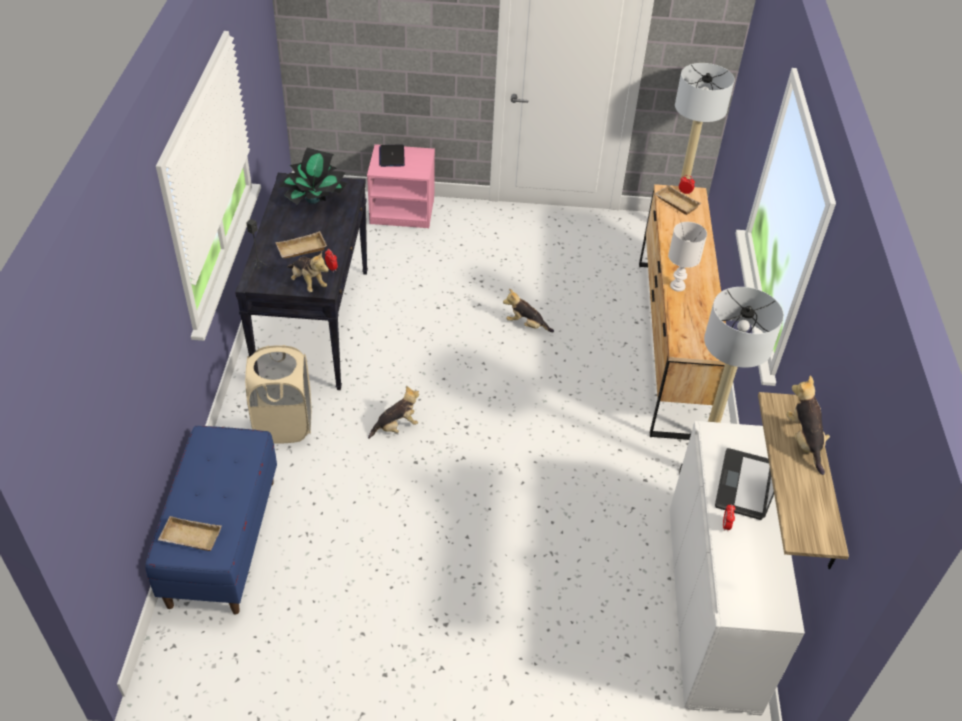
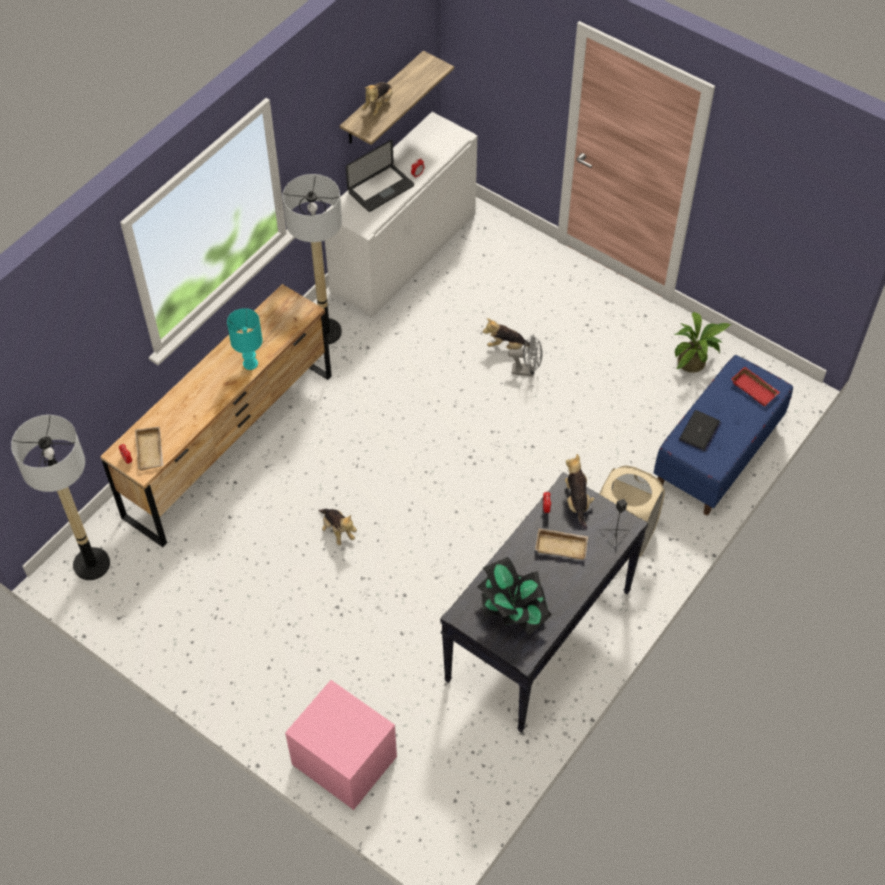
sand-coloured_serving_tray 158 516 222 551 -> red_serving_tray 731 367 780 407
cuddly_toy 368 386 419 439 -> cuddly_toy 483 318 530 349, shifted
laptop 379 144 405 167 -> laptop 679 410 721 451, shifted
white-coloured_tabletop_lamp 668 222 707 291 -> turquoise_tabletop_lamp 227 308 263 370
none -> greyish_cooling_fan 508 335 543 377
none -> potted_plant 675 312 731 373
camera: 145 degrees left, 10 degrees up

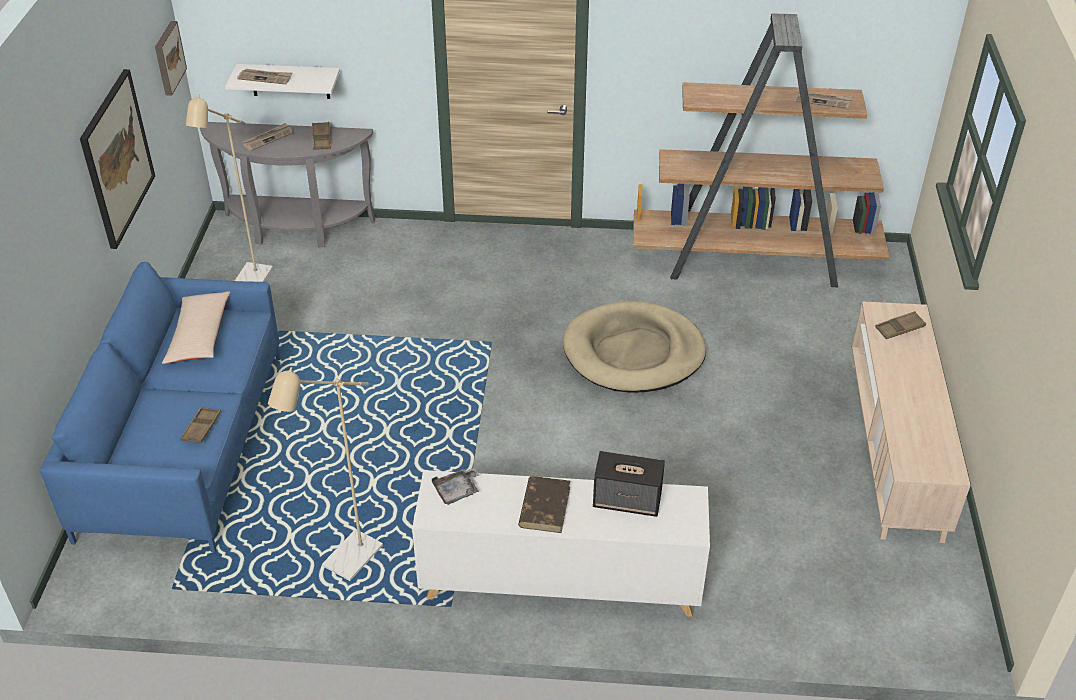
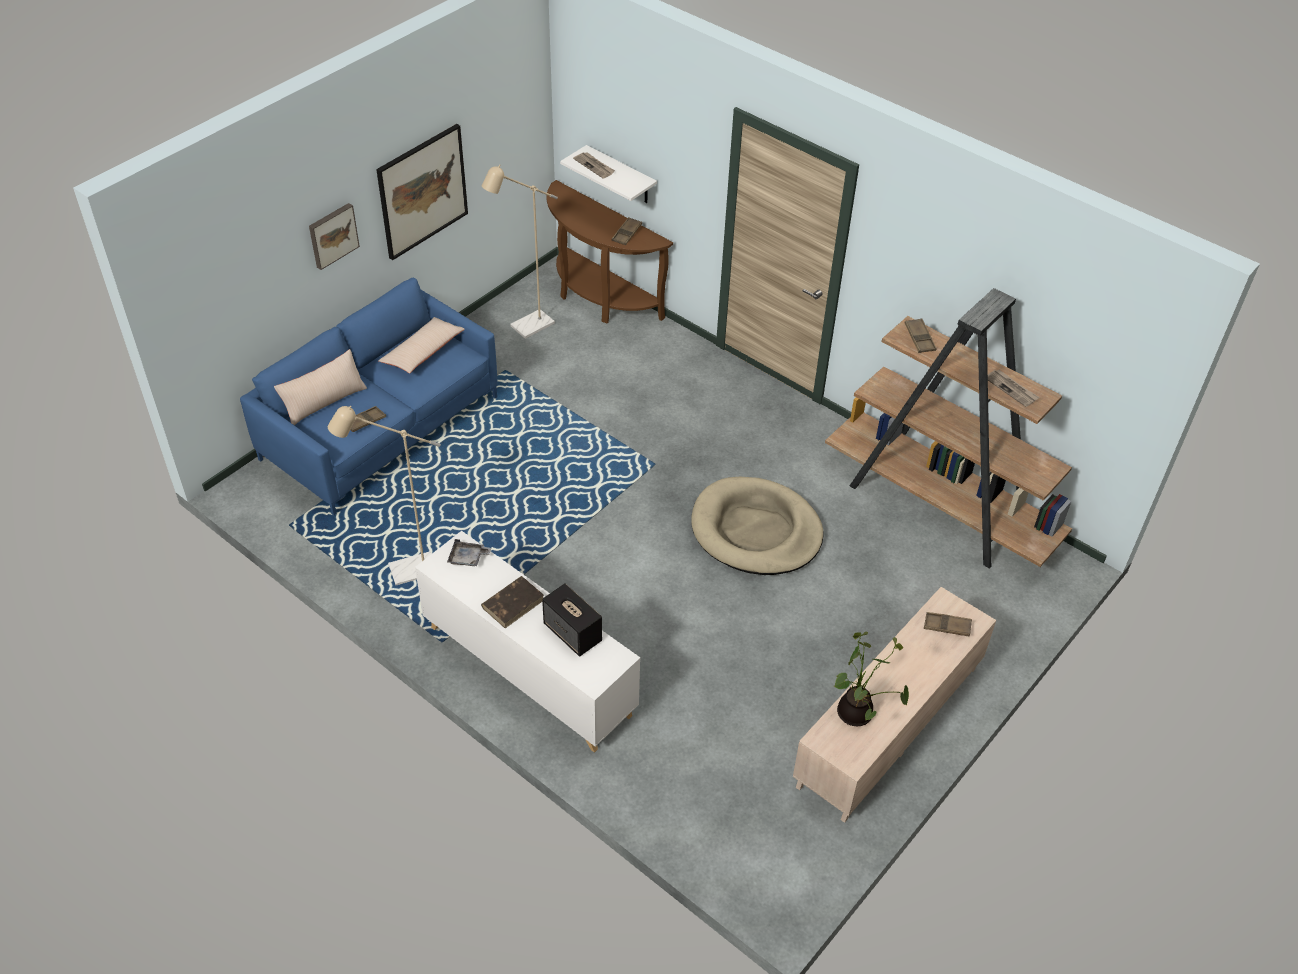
wall_picture 155 21 187 96 -> wall_picture 309 203 360 270, shifted
greyish_narrow_table 200 122 375 248 -> brown_narrow_table 547 180 673 324
printed_paper 243 123 293 151 -> none
none -> sand-coloured_throw_pillow 274 349 367 425
none -> potted_plant 833 632 909 726
none -> brown_serving_tray 905 318 937 353
camera: 35 degrees right, 5 degrees up

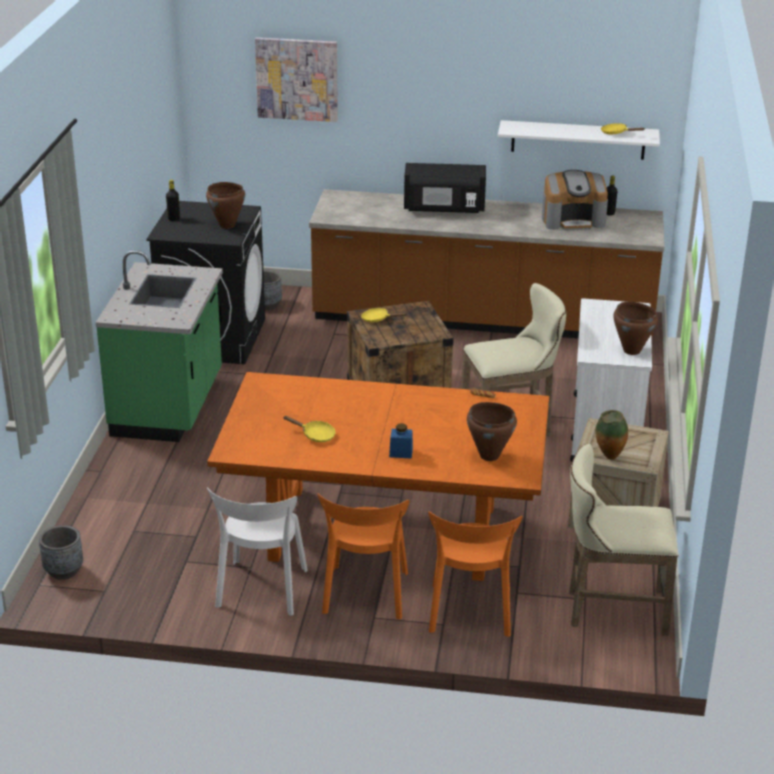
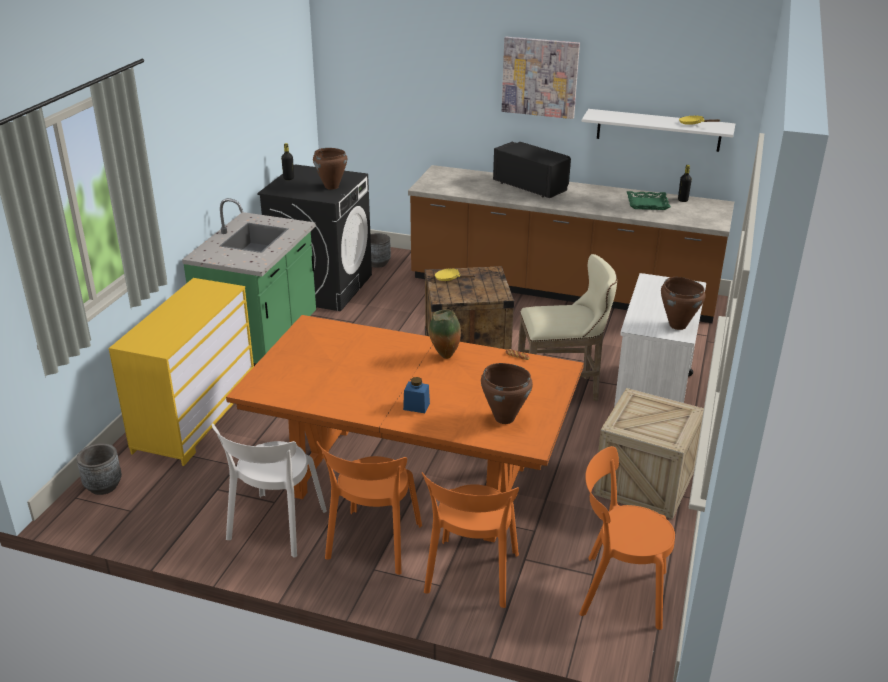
wall_picture 255 37 338 122 -> wall_picture 502 37 580 119, shifted
yellowish_skillet 284 416 336 442 -> none
black-coloured_kitchen_microwave 404 163 486 213 -> black-coloured_kitchen_microwave 493 142 571 198, 150 degrees counterclockwise
coffee_maker 542 170 608 230 -> green_serving_tray 627 191 671 210
sand-coloured_stool_seat 569 444 679 636 -> orangey_plain_chair 579 446 675 630
flower_vase 595 410 628 460 -> flower_vase 429 309 461 359, shifted
none -> yellowish_dresser 109 278 254 466
camera: 10 degrees right, 0 degrees up

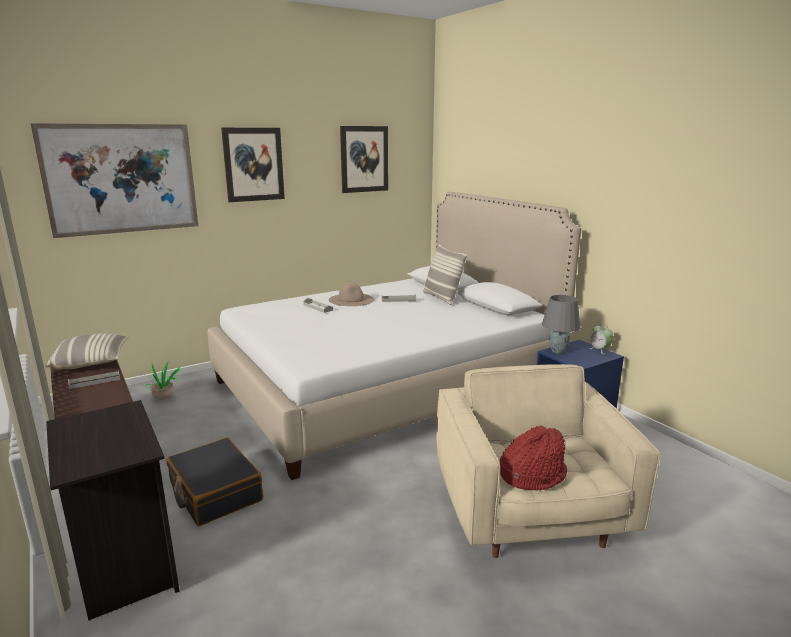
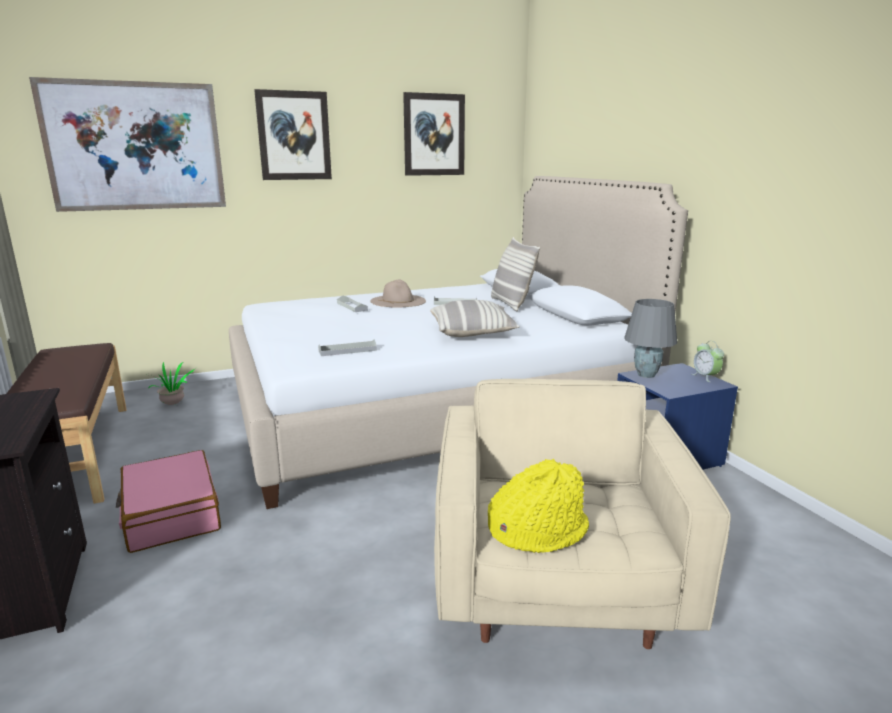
throw_pillow 45 333 129 369 -> throw_pillow 430 300 520 337, shifted
greyish_serving_tray 68 370 120 389 -> greyish_serving_tray 318 339 377 356, shifted
black-coloured_suitcase 166 438 263 526 -> pink-coloured_suitcase 116 450 221 553
red_hat 499 425 567 491 -> yellowish_hat 488 459 589 553
camera: 10 degrees right, 0 degrees up

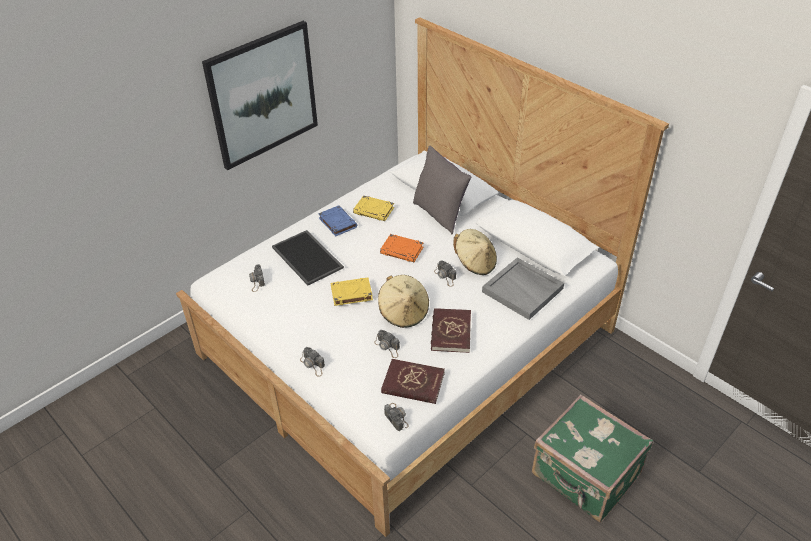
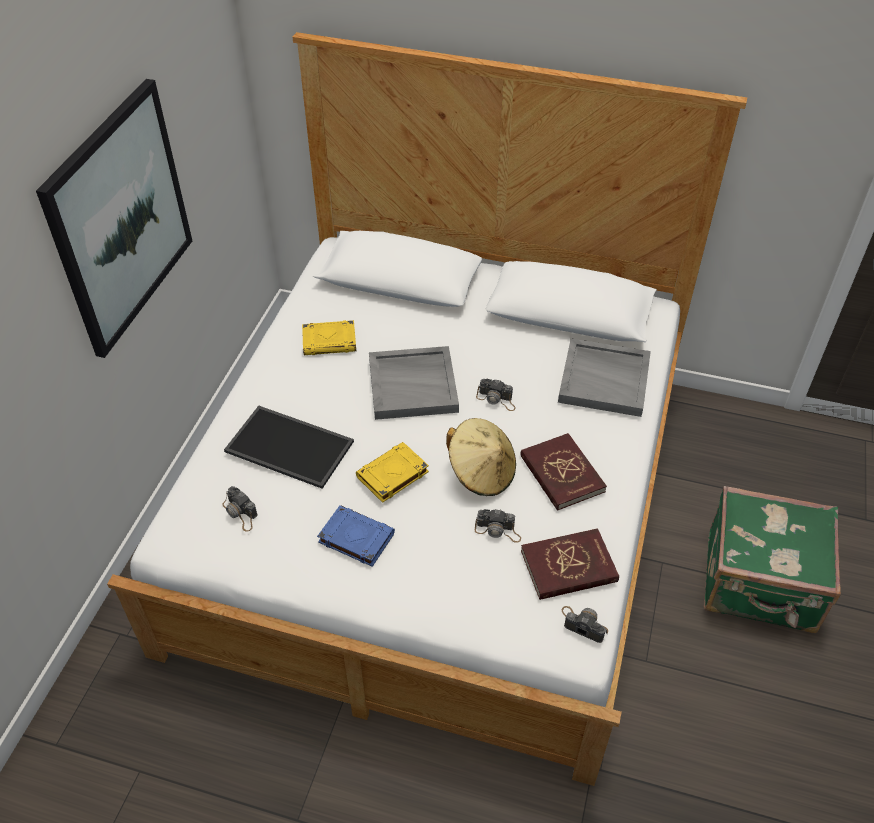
still_camera 300 347 325 377 -> none
blue-coloured_book 318 205 357 236 -> blue-coloured_book 317 505 395 567, shifted
orangey_book 380 234 424 262 -> greyish_serving_tray 369 346 459 420
greyish_throw_pillow 413 146 472 234 -> none
sand-coloured_hat 453 229 497 275 -> none
camera: 30 degrees left, 5 degrees up

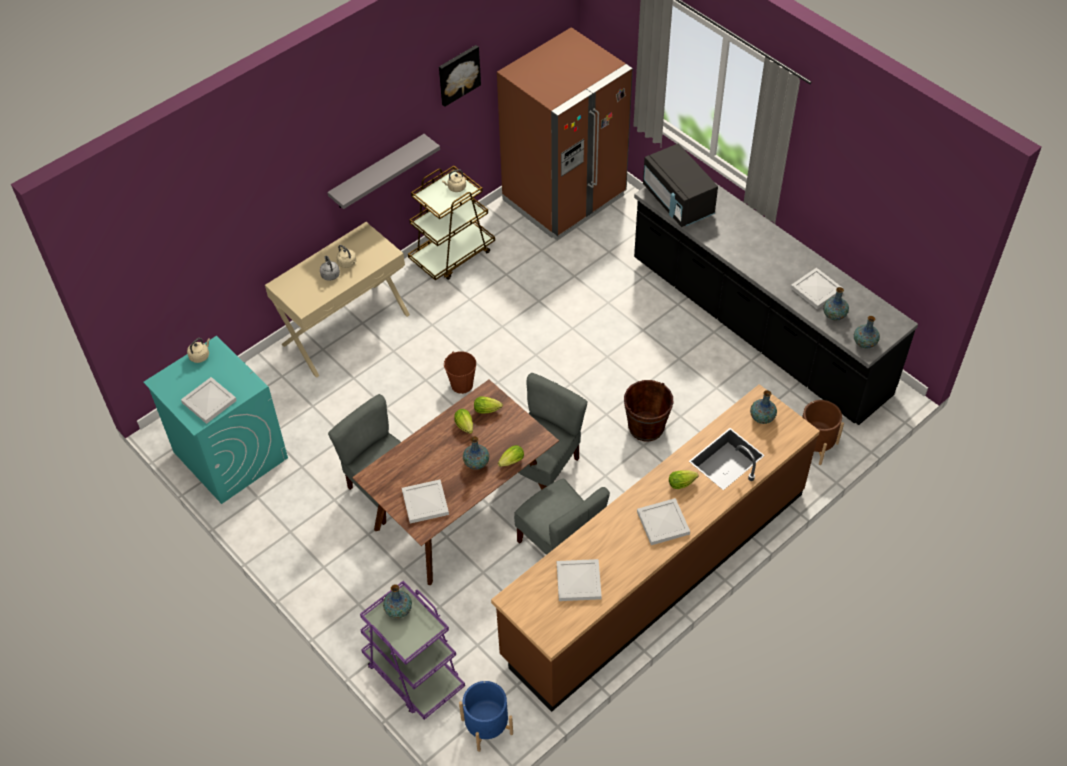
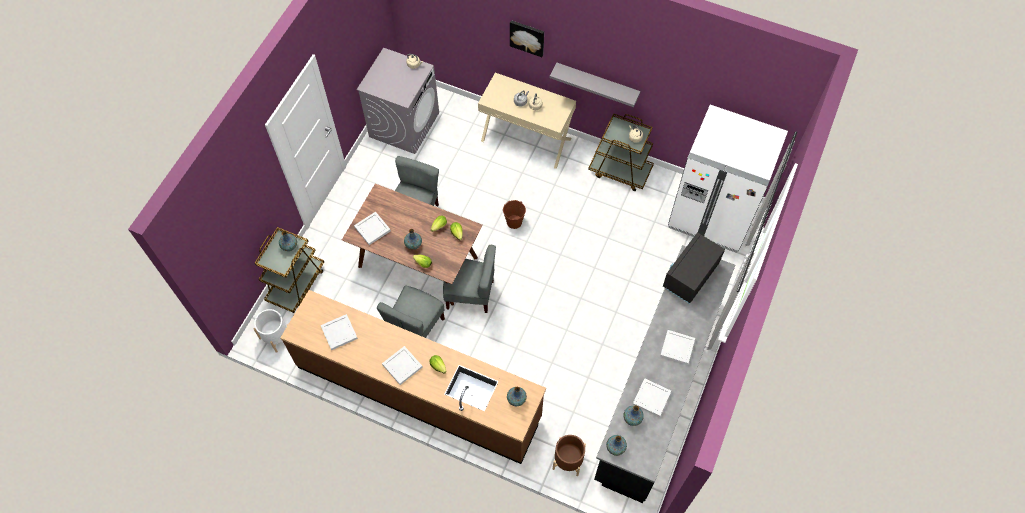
turquoise_laundry_machine 144 336 288 504 -> greyish_laundry_machine 357 47 439 154
white-coloured_serving_tray 181 377 237 424 -> white-coloured_serving_tray 660 330 695 365, shifted
purplish_trolley 360 581 465 720 -> brown_trolley 255 227 324 313
wall_picture 439 45 481 107 -> wall_picture 510 20 544 57, shifted
blue-coloured_planter 459 681 513 752 -> white-coloured_planter 253 309 288 353
brown_fridge 497 27 633 240 -> white-coloured_fridge 668 105 788 253
brown_pail 624 380 673 441 -> none
camera: 65 degrees right, 10 degrees up

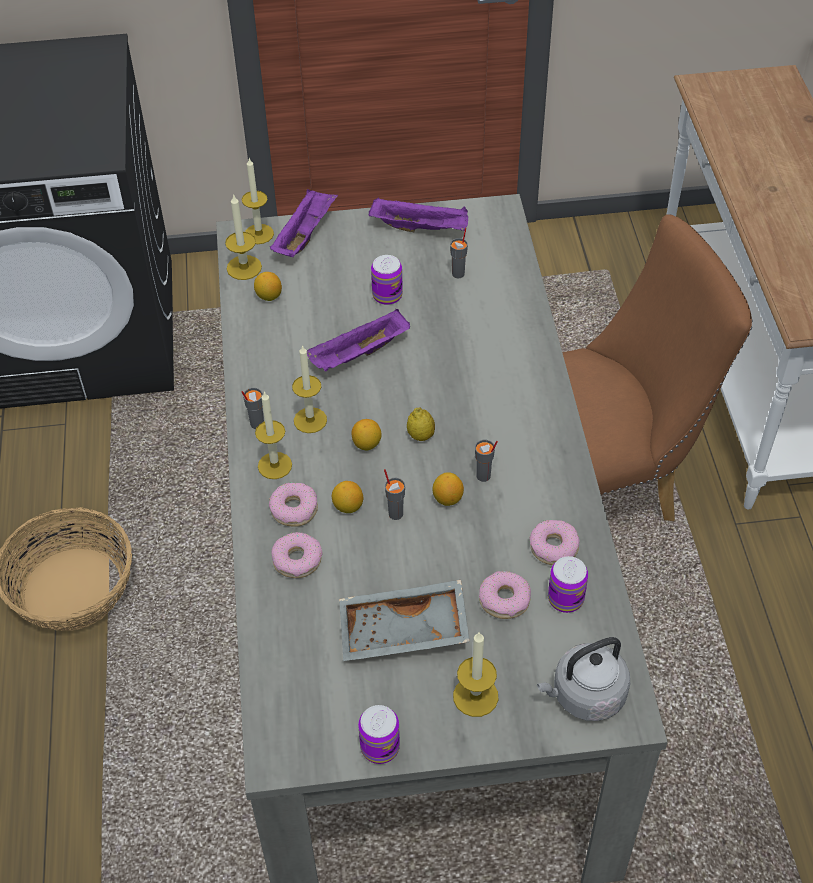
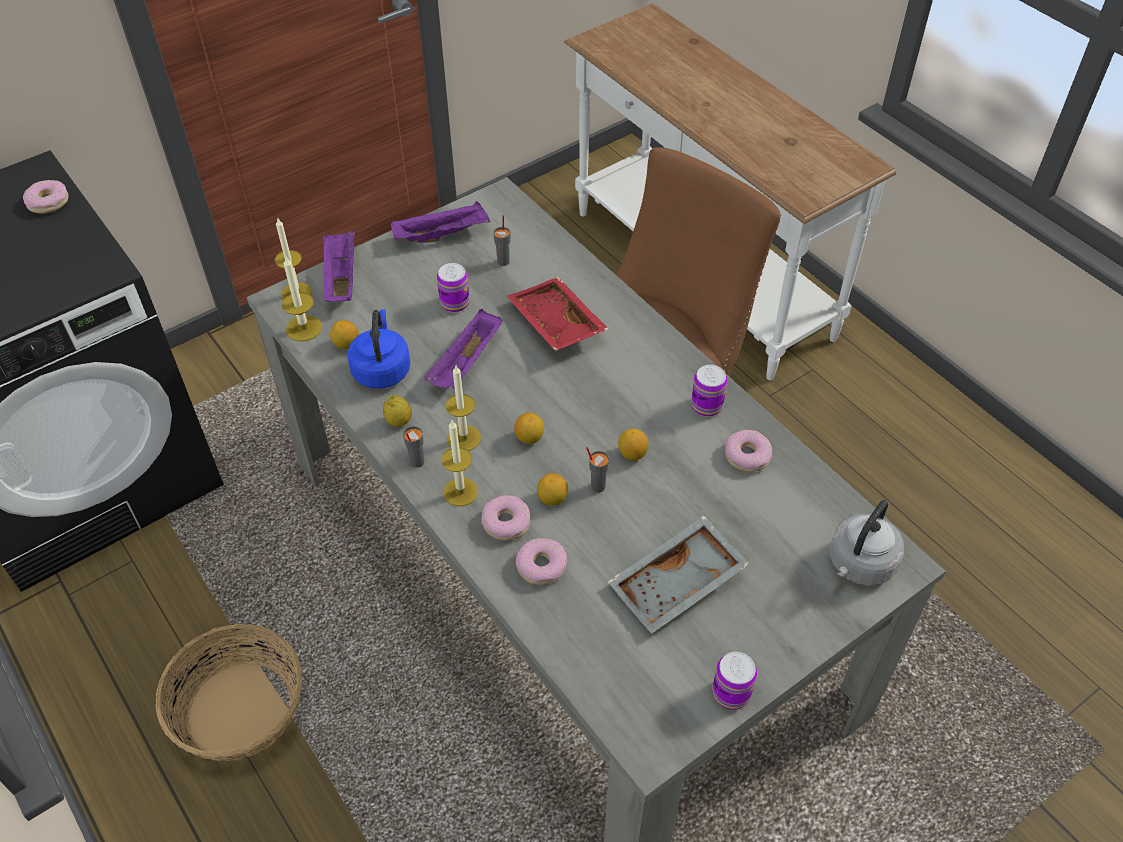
lemon 407 407 435 441 -> lemon 383 395 412 427, shifted
wax_candle 453 631 499 717 -> none
greyish_cup 475 440 498 482 -> none
doughnut 479 571 531 619 -> doughnut 23 180 69 214, shifted
sealed_can 548 556 588 613 -> sealed_can 691 365 728 417, shifted
none -> blue-coloured_kettle 347 309 411 389
none -> red_serving_tray 507 277 608 351
camera: 30 degrees left, 0 degrees up

